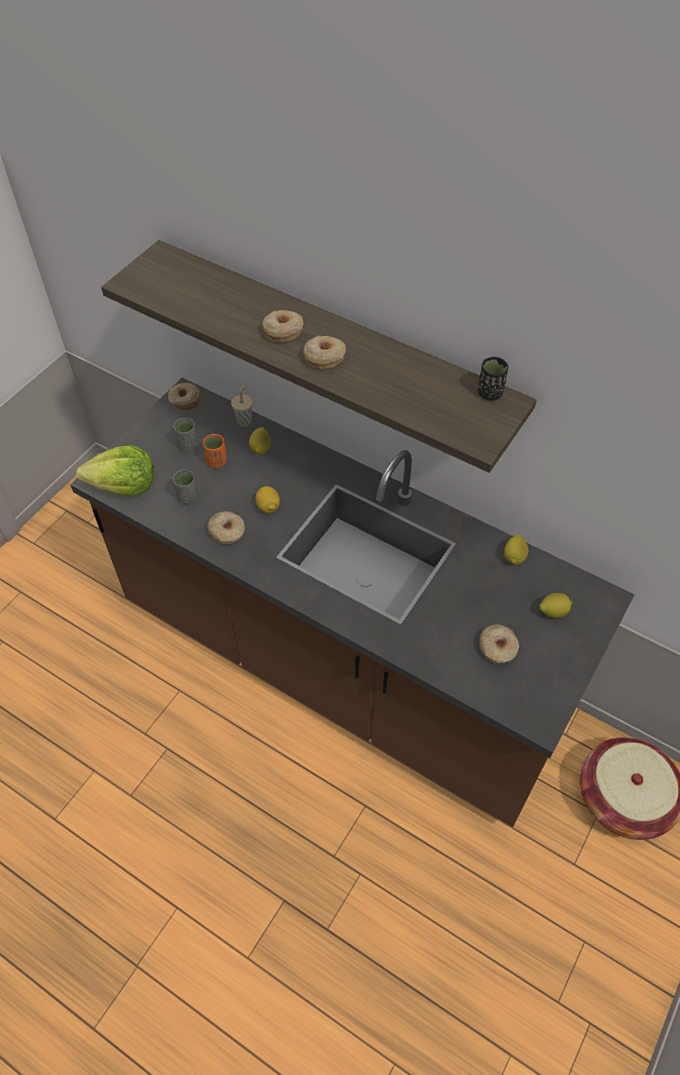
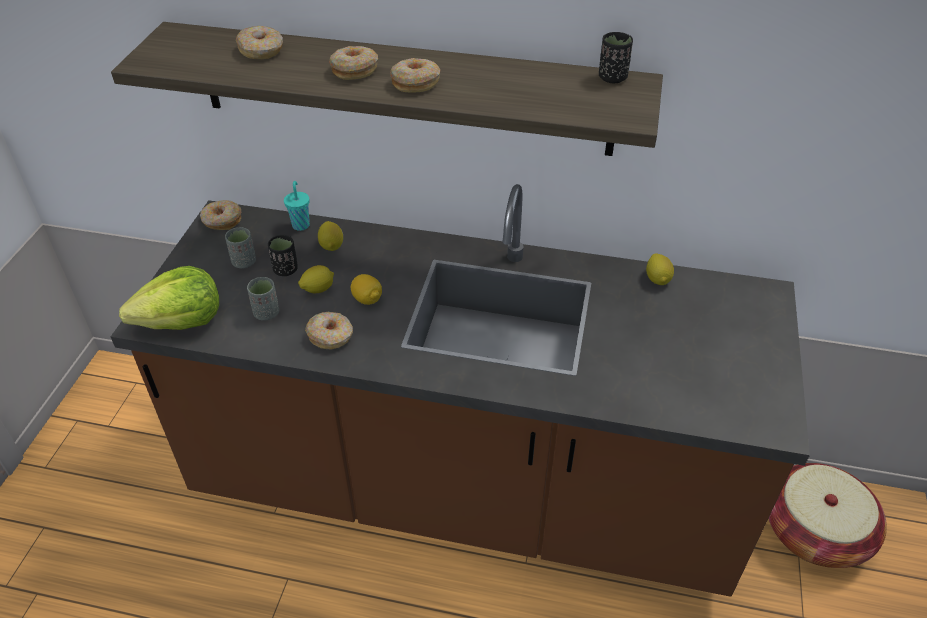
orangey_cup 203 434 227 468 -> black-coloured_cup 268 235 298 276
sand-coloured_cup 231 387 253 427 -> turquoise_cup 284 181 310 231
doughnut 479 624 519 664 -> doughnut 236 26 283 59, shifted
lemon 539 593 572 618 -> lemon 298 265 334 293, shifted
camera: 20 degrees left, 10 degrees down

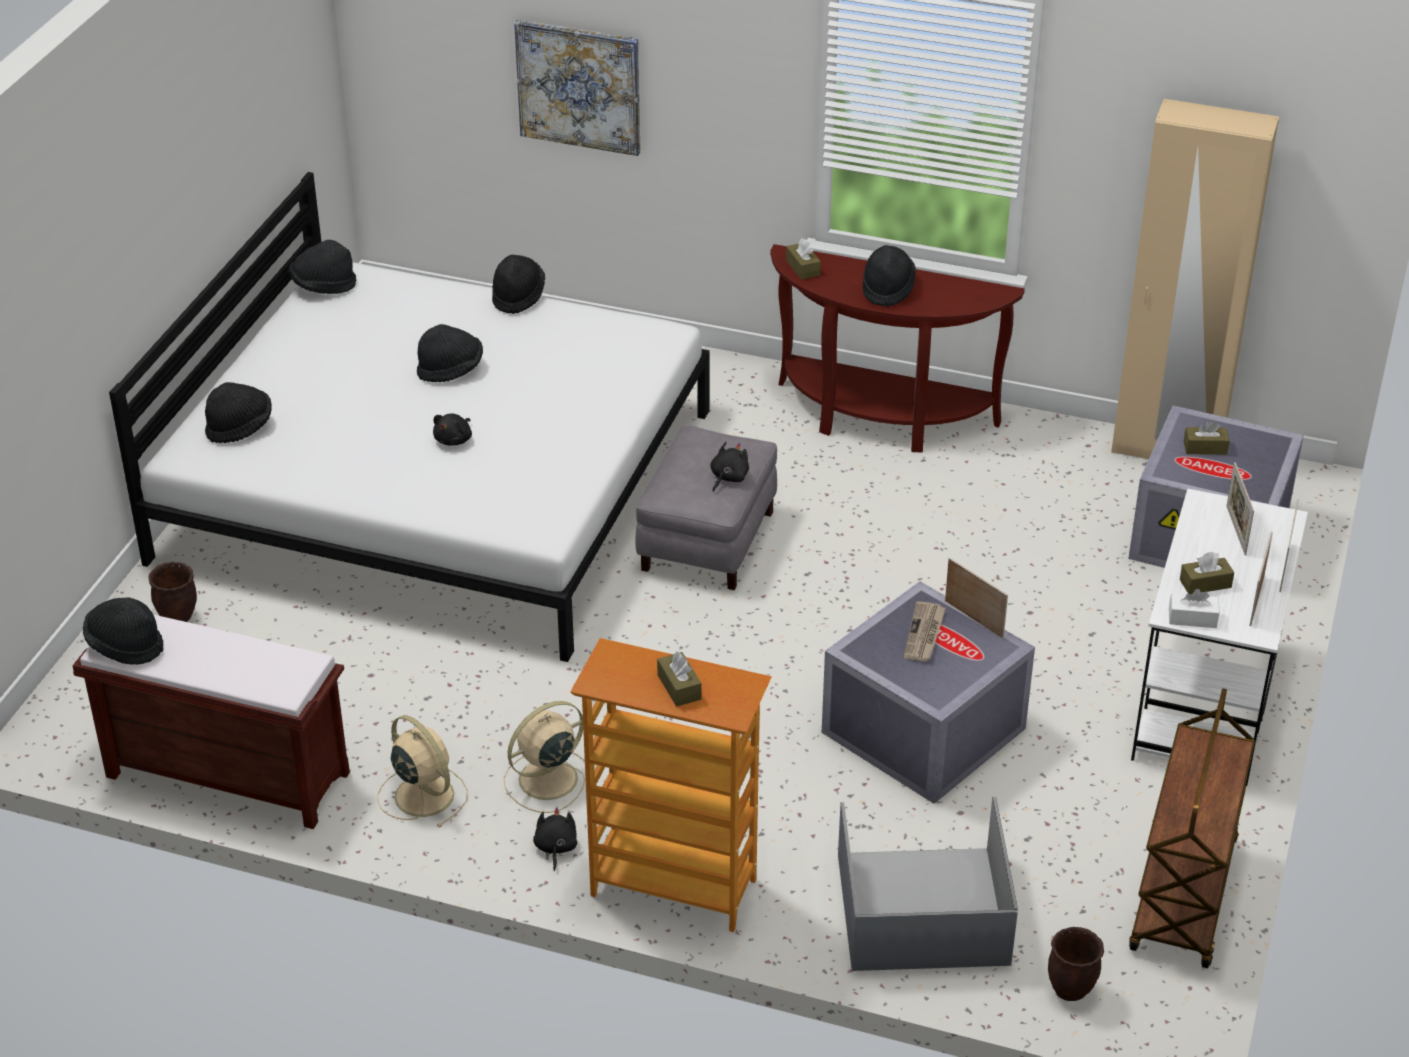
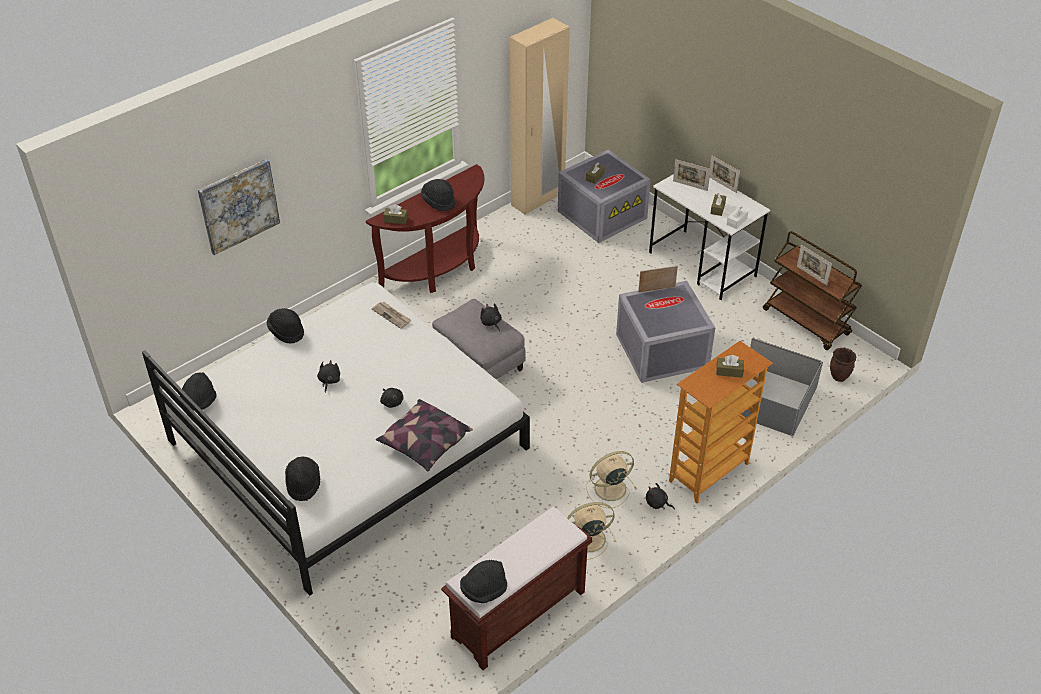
brown_planter 149 562 197 622 -> none
black-coloured_hat 417 324 483 382 -> black-coloured_cuddly_toy 317 360 340 393
sand-coloured_cooling_fan 504 701 595 813 -> sand-coloured_cooling_fan 586 451 636 508, 75 degrees clockwise
printed_paper 904 601 946 661 -> printed_paper 371 302 411 329, shifted
photo_frame 1250 532 1273 626 -> photo_frame 797 245 832 285, shifted
none -> throw_pillow 376 399 473 471
camera: 60 degrees left, 5 degrees up

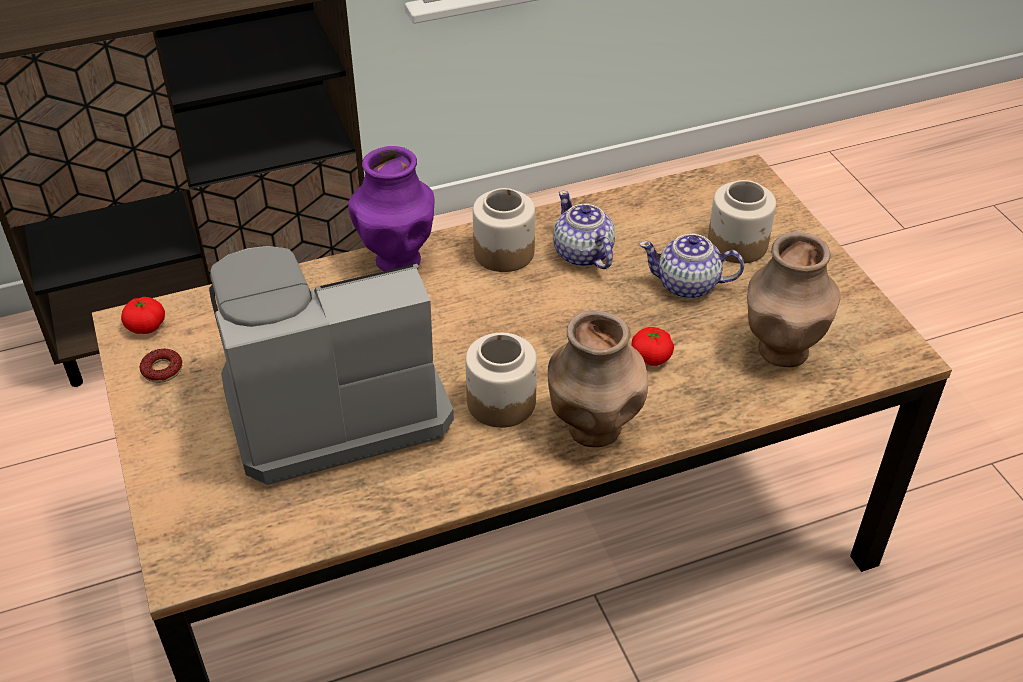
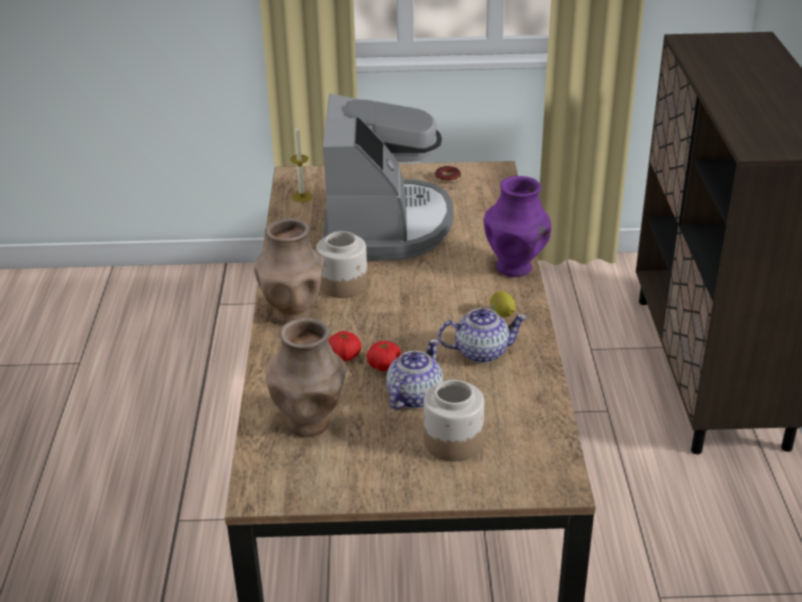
tomato 121 297 165 334 -> tomato 366 341 401 371, shifted
storage_jar 473 188 535 272 -> lemon 489 291 515 317
none -> wax_candle 290 126 313 202
camera: 110 degrees right, 10 degrees down

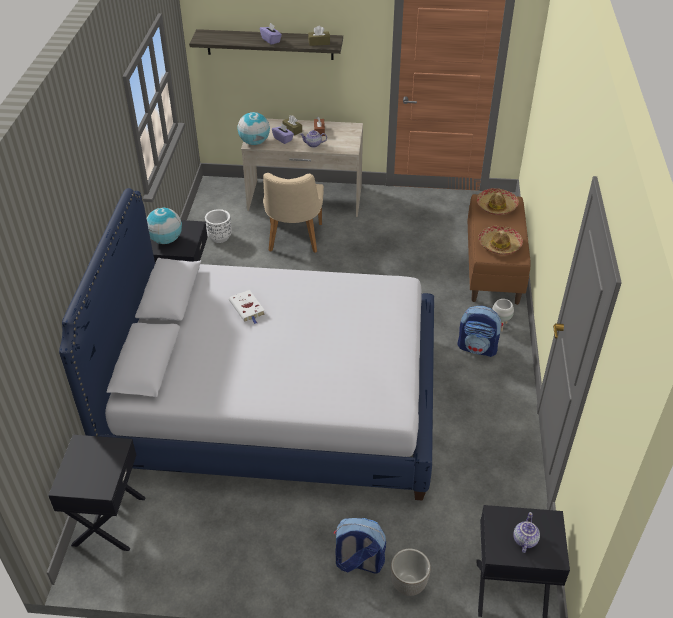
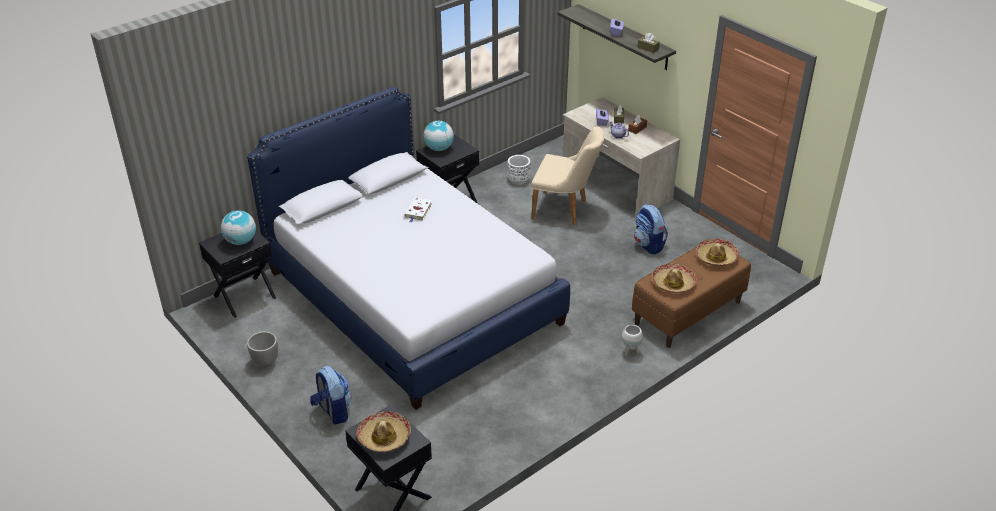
globe 237 112 270 145 -> globe 221 210 256 245, shifted
sand-coloured_plain_chair 263 173 324 253 -> sand-coloured_plain_chair 531 126 605 225, 120 degrees counterclockwise
planter 391 549 431 596 -> planter 247 331 278 366, shifted
backpack 457 306 503 357 -> backpack 634 204 668 255, shifted
tea_pot 513 512 540 553 -> hat 356 411 411 452
camera: 45 degrees right, 5 degrees down

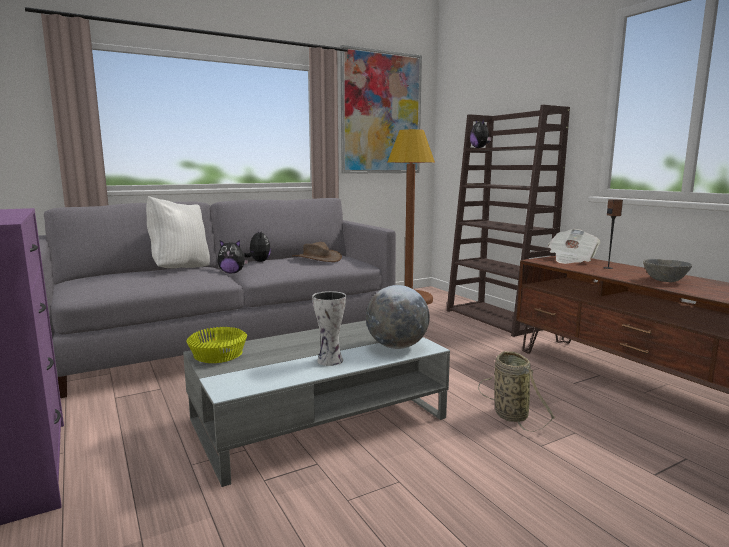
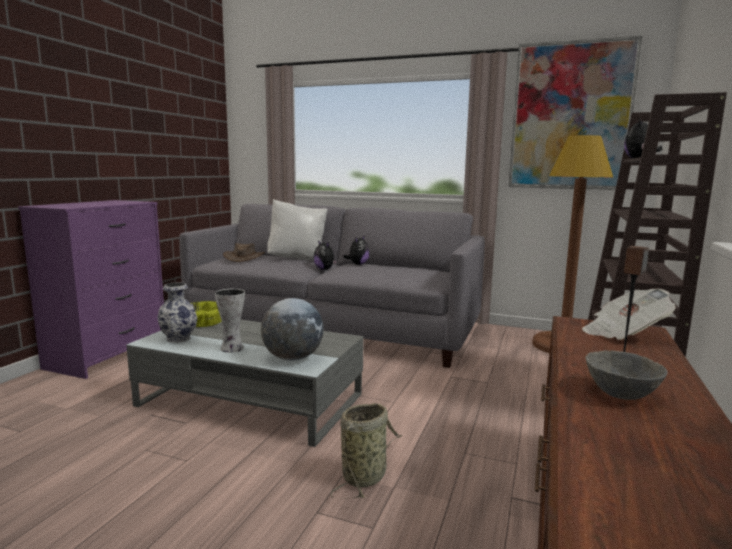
brown_hat 292 242 342 262 -> brown_hat 223 243 265 262, shifted
none -> flower_vase 157 282 197 343
camera: 50 degrees right, 0 degrees up

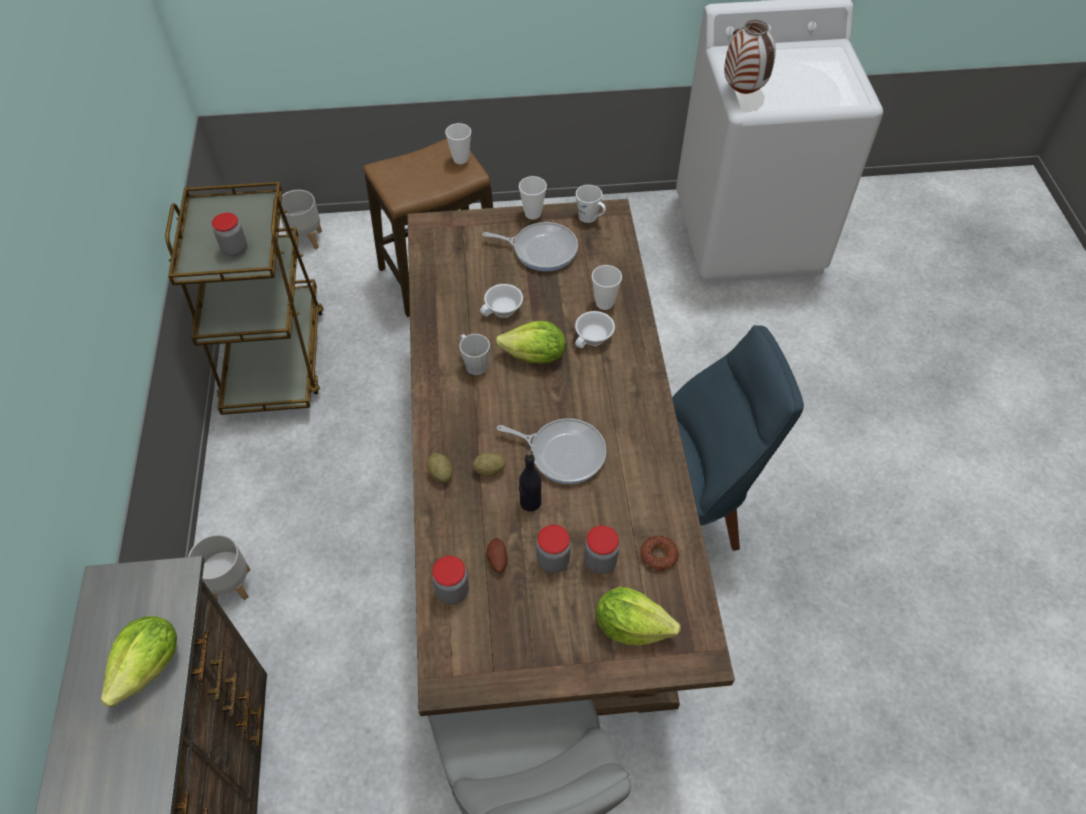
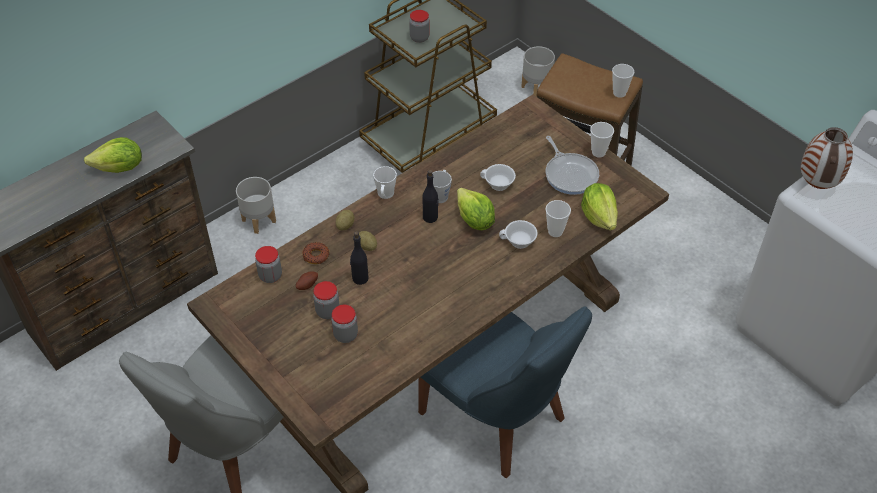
skillet 497 418 606 484 -> none
white-coloured_mug 576 185 606 223 -> white-coloured_mug 373 166 397 199, shifted
lettuce_head 596 586 681 645 -> lettuce_head 581 183 618 230, shifted
doughnut 641 536 679 572 -> doughnut 302 242 330 264, shifted
none -> black-coloured_beverage_bottle 422 170 439 223
camera: 55 degrees right, 5 degrees down

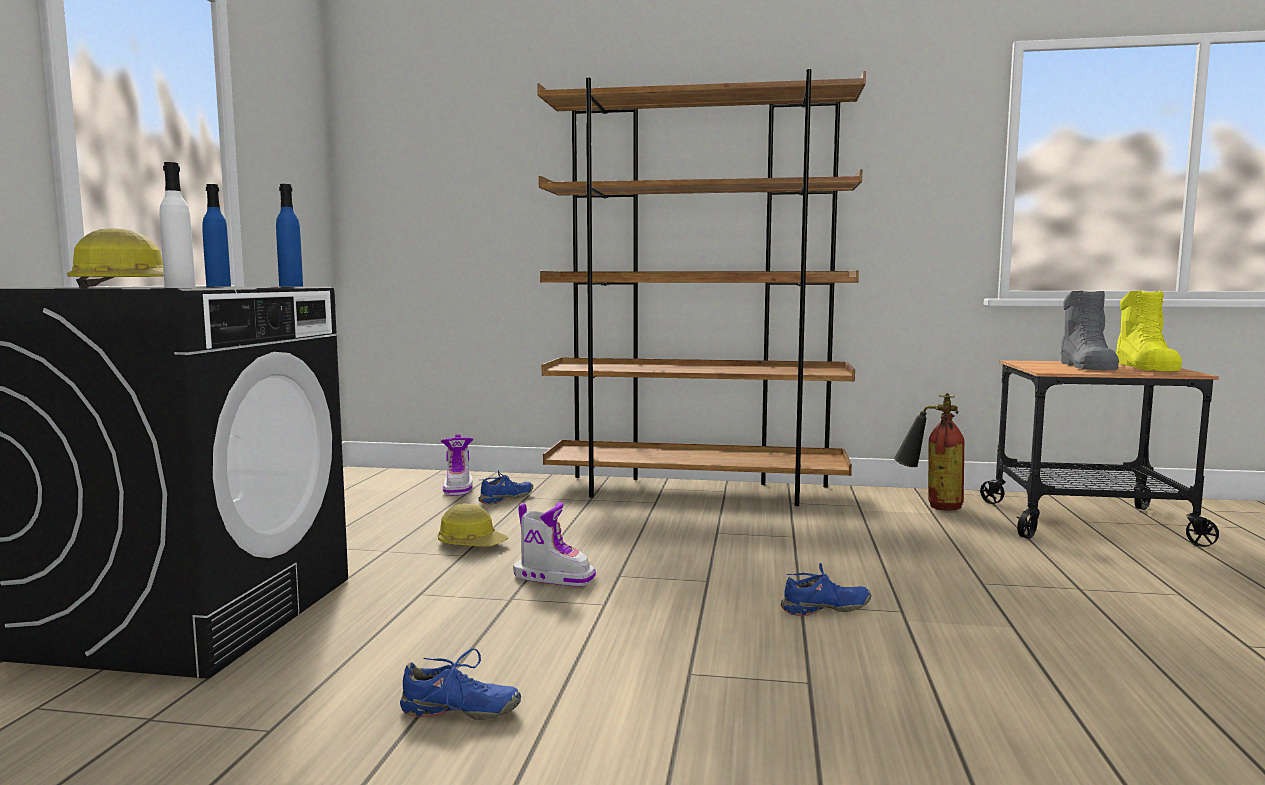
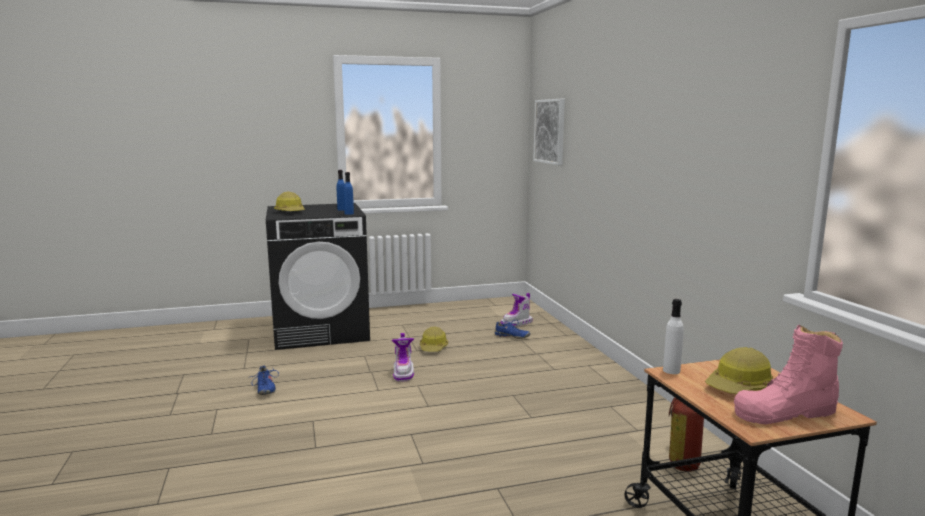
white-coloured_beverage_bottle 159 162 196 288 -> white-coloured_beverage_bottle 663 299 684 374, shifted
brown_bookcase 537 69 866 506 -> none
blue-coloured_low_shoe 781 563 872 616 -> none
greyish_high-top_boot 1060 291 1119 371 -> work_helmet 705 347 773 394
yellowish_high-top_boot 1116 291 1182 371 -> pink-coloured_high-top_boot 734 324 843 424
none -> wall_picture 533 99 565 165
camera: 65 degrees right, 5 degrees up

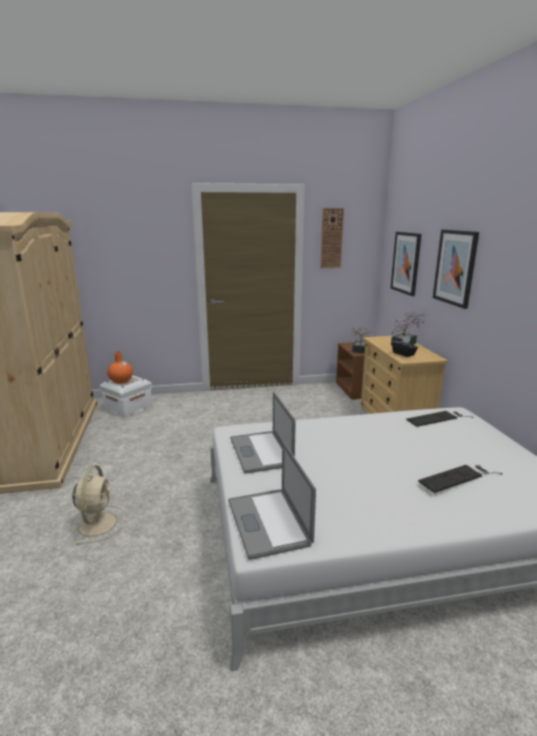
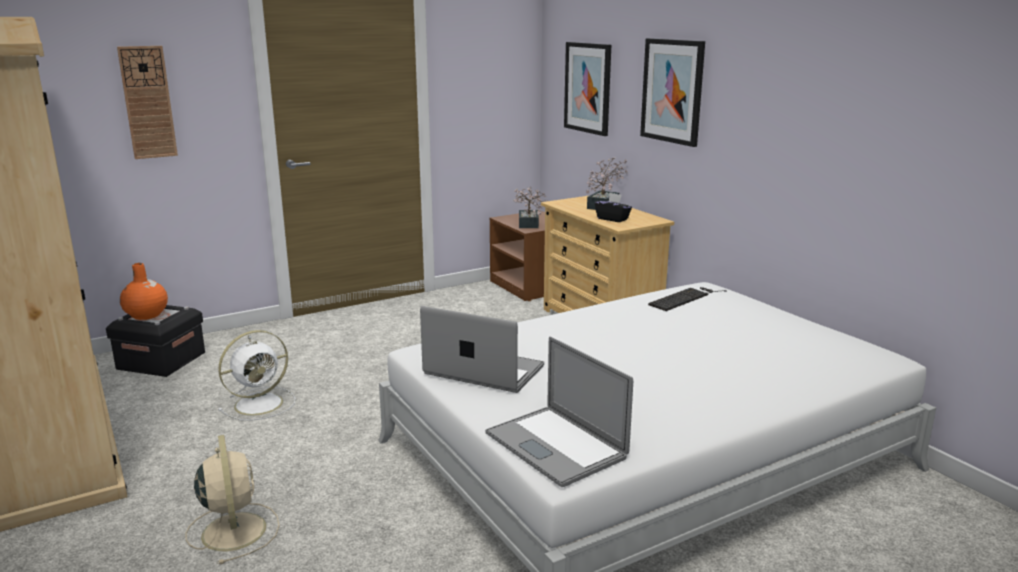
white-coloured_storage_bin 100 375 152 417 -> black-coloured_storage_bin 106 305 205 377
laptop 230 391 296 473 -> laptop 420 306 544 393, 150 degrees clockwise
clock_on_the_wall 320 208 344 268 -> clock_on_the_wall 117 46 178 159, shifted
computer_keyboard 418 465 503 493 -> none
none -> white-coloured_cooling_fan 218 330 295 421
camera: 20 degrees left, 0 degrees up

